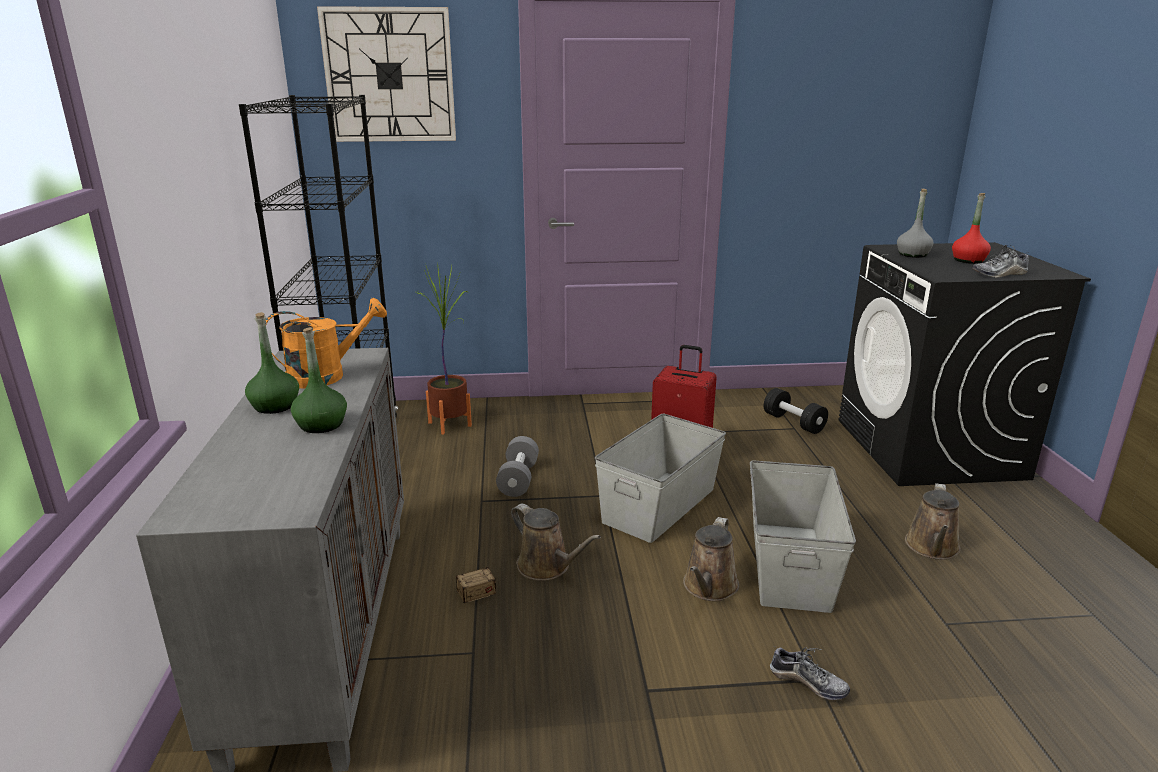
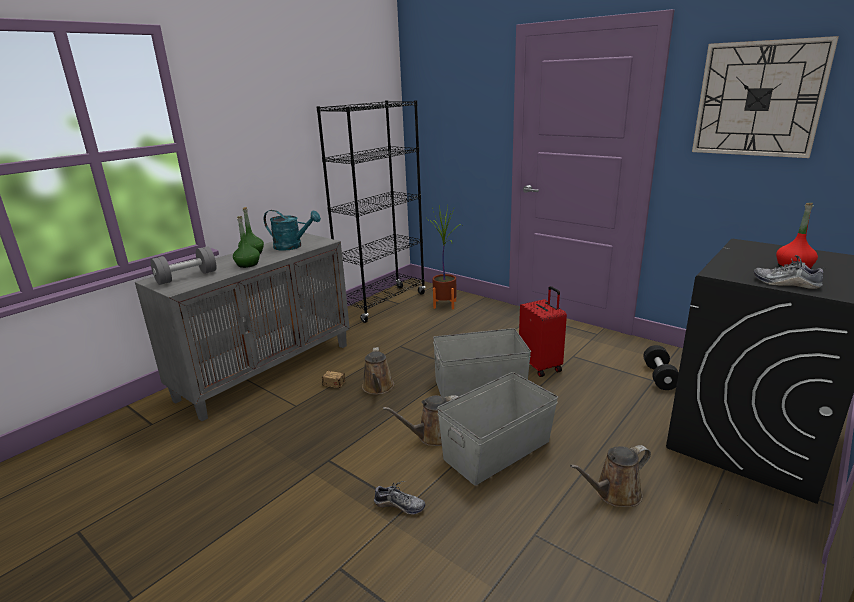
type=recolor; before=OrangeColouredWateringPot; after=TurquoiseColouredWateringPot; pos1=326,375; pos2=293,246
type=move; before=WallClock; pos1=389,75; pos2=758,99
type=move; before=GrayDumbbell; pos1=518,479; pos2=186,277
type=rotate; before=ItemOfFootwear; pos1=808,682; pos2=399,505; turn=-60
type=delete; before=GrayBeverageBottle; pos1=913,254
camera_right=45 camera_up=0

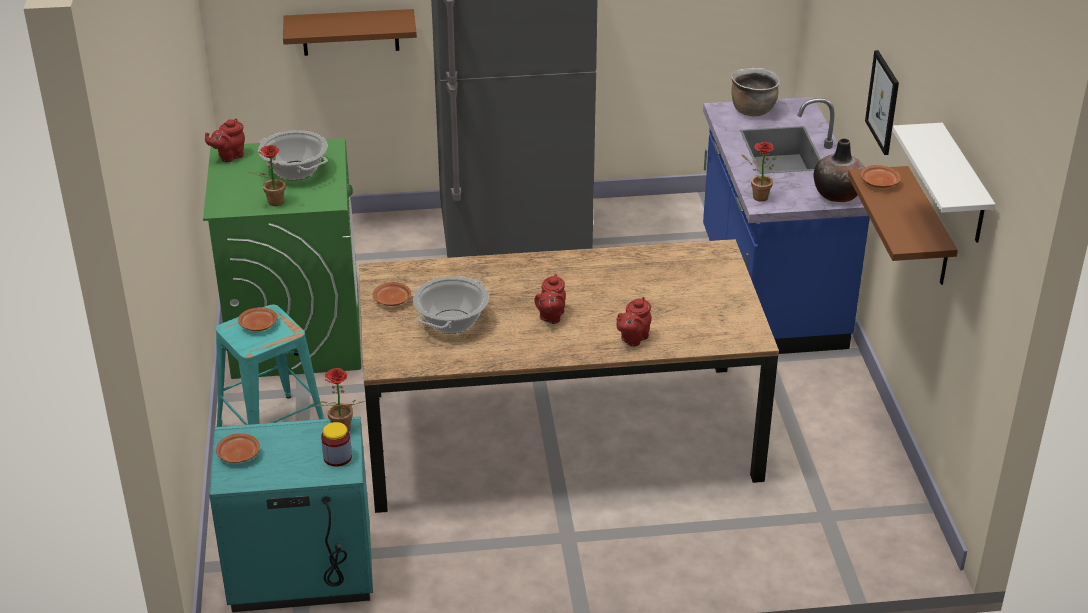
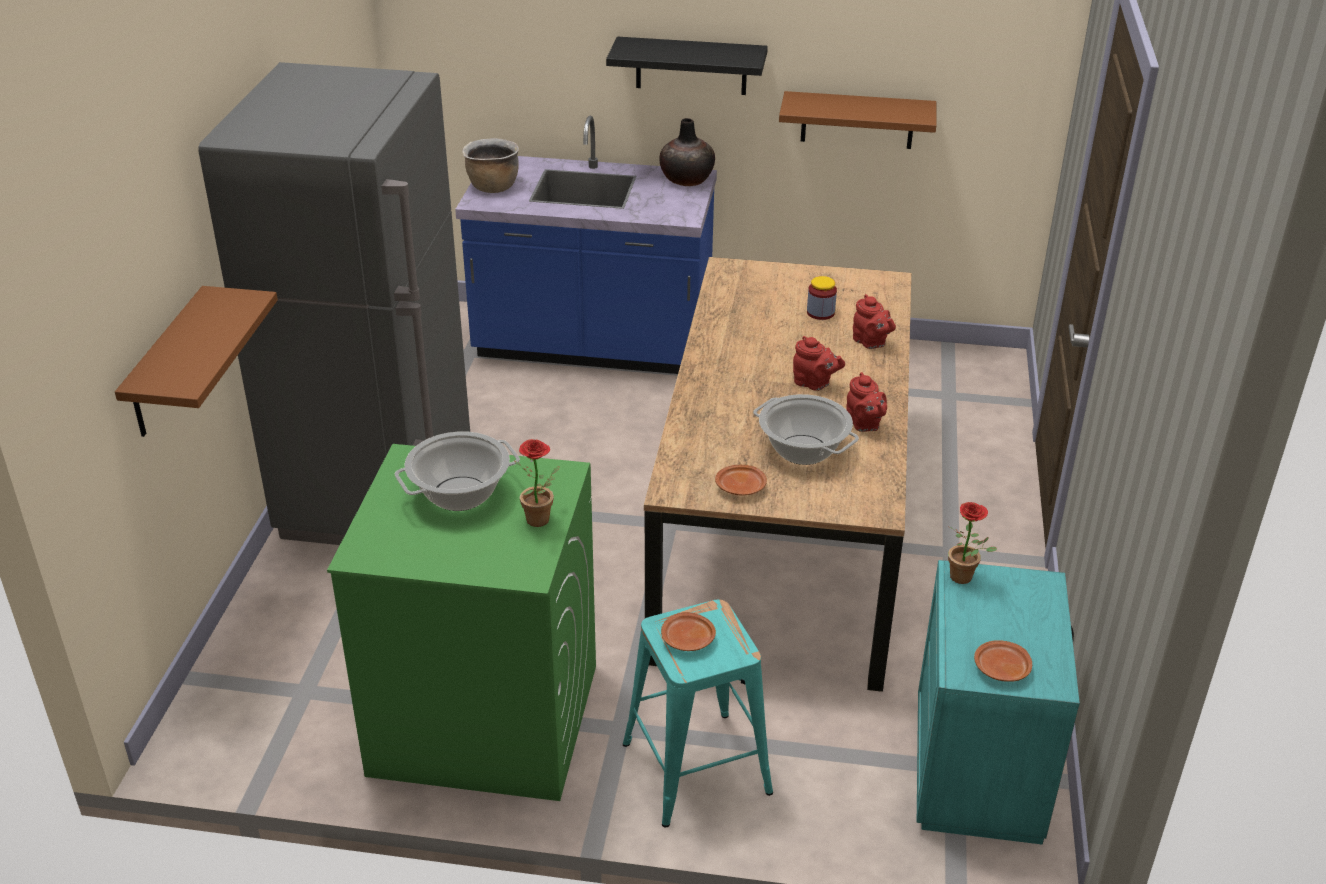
type=move; before=RedPotForTea; pos1=229,156; pos2=864,425
type=move; before=StorageJar; pos1=337,457; pos2=820,313
type=delete; before=PlantInAPot; pos1=757,197
type=delete; before=BrownColouredPlate; pos1=879,182
type=replace; before=WallPicture; after=BlackColouredBracketShelf; pos1=883,102; pos2=691,66
type=delete; before=WhitishBracketShelf; pos1=963,186
camera_right=-75 camera_up=0

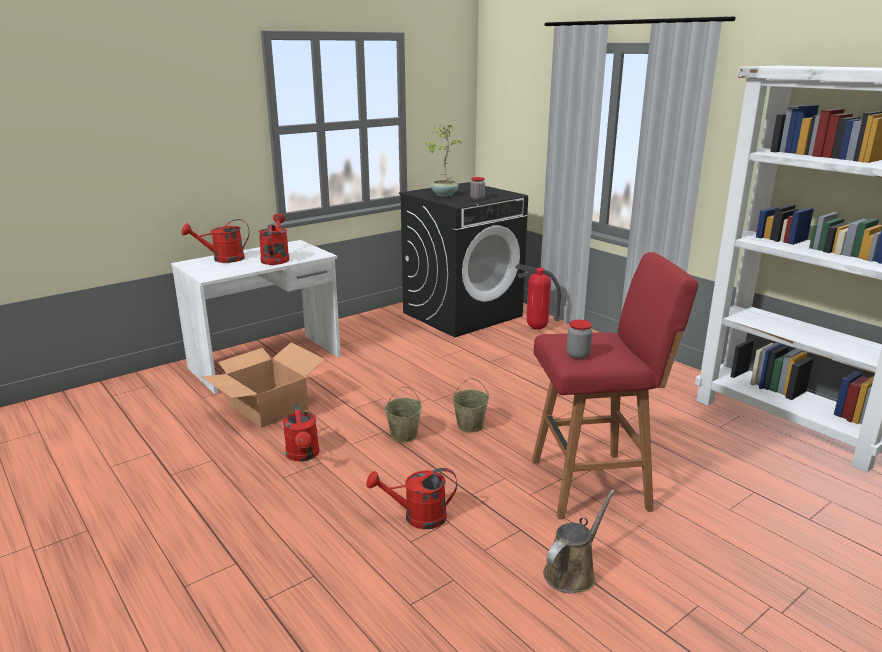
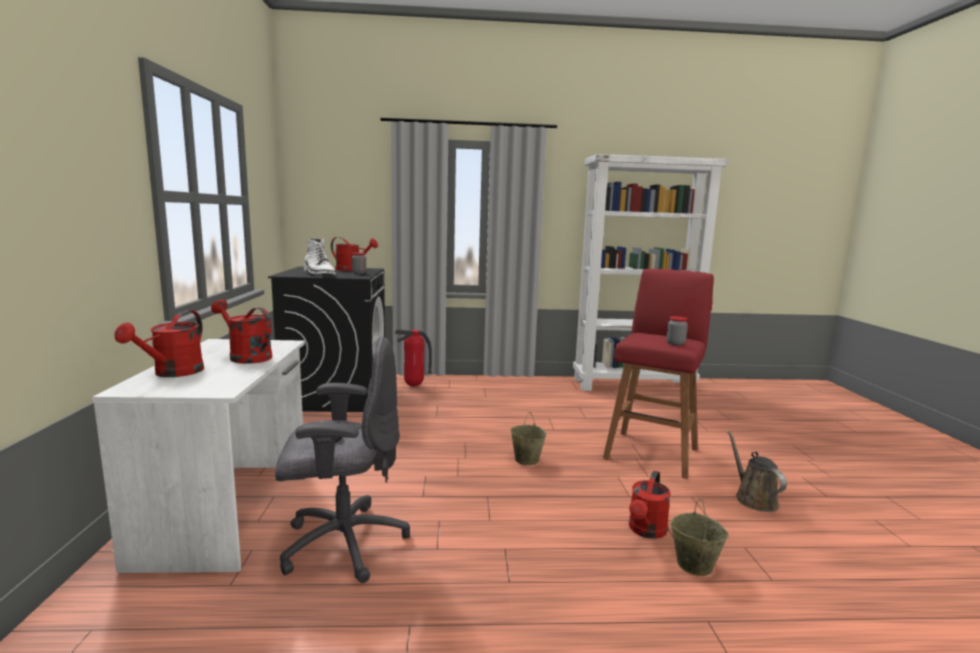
type=replace; before=Carton; after=GrayOfficeChair; pos1=268,407; pos2=342,543
type=move; before=RedWateringPot; pos1=303,455; pos2=352,270
type=move; before=BeigeColouredBucket; pos1=403,435; pos2=693,564
type=replace; before=PlantInAPot; after=WhitishTallBoot; pos1=443,195; pos2=319,274
camera_right=-55 camera_up=-10

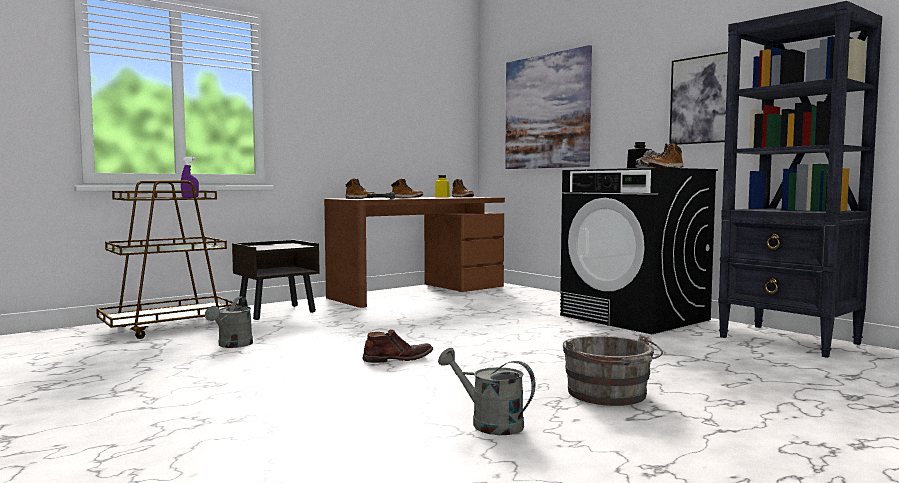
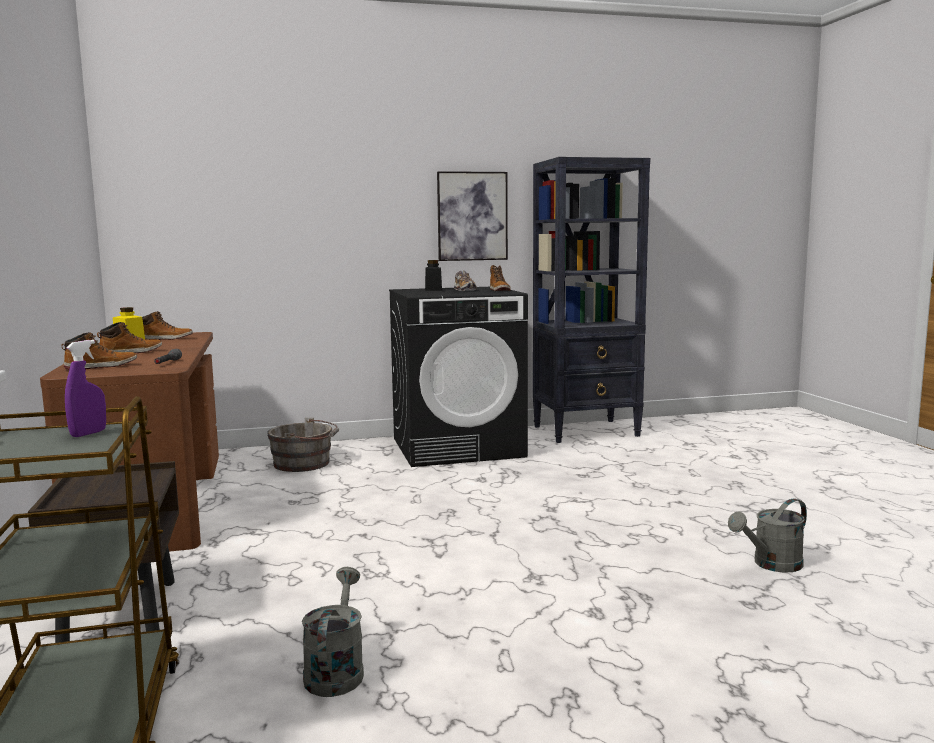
type=rotate; before=GrayWateringPot; pos1=232,345; pos2=336,670; turn=-120
type=delete; before=BrownColouredTallBoot; pos1=397,359
type=delete; before=WallPicture; pos1=547,111
type=move; before=GrayBucket; pos1=609,395; pos2=305,464
camera_right=-65 camera_up=5

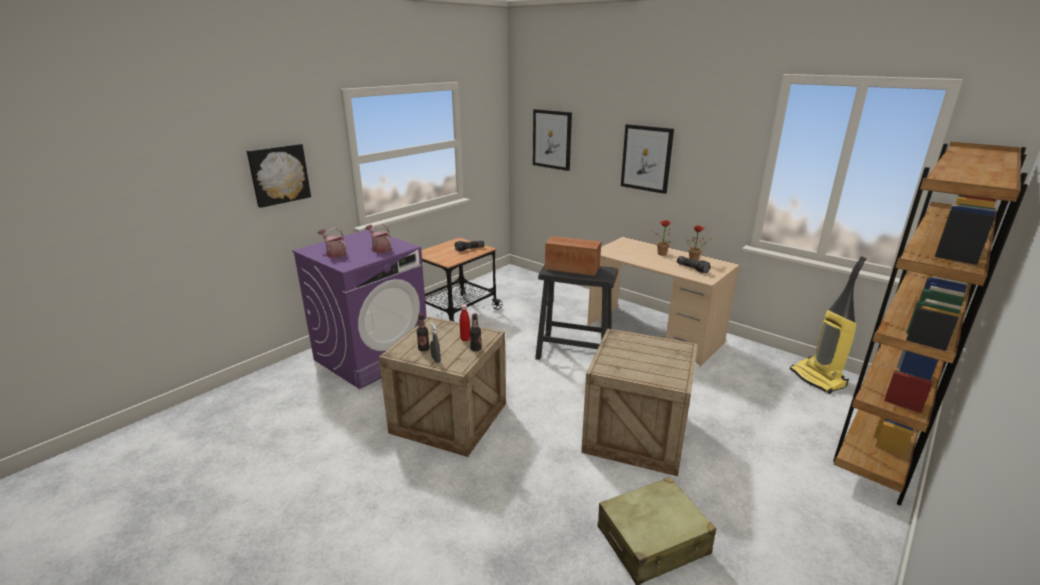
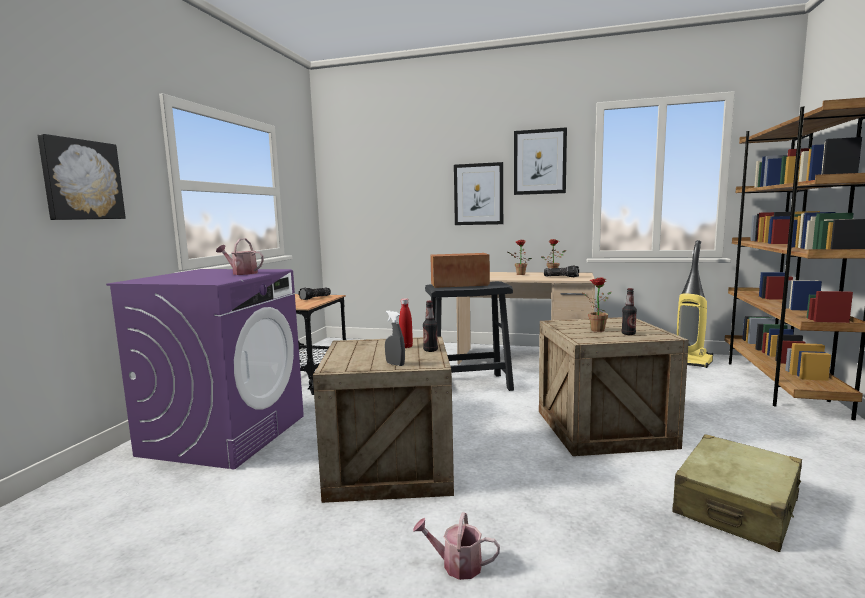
type=move; before=WateringPot; pos1=334,253; pos2=456,565
type=move; before=BeverageBottle; pos1=423,349; pos2=628,334
type=move; before=WallPicture; pos1=552,139; pos2=540,162
type=insert; after=PlantInAPot; pos2=594,329
camera_right=-25 camera_up=-15

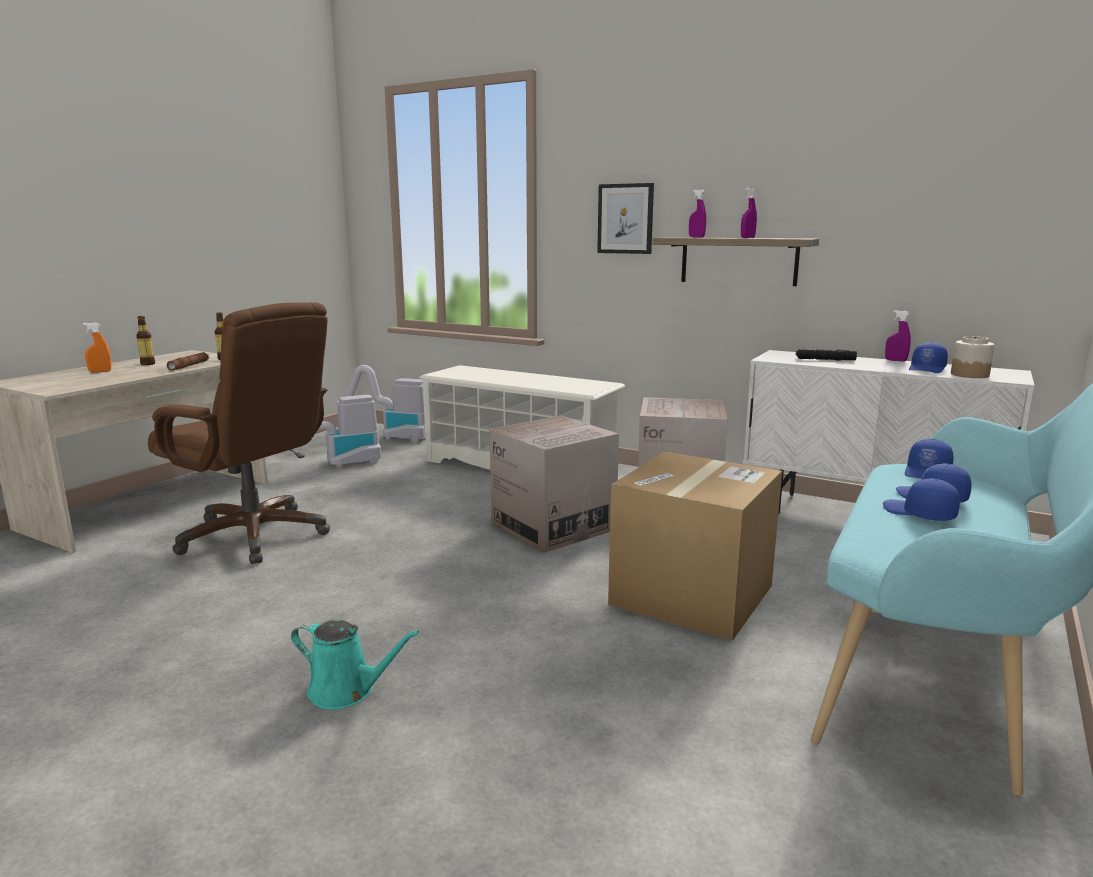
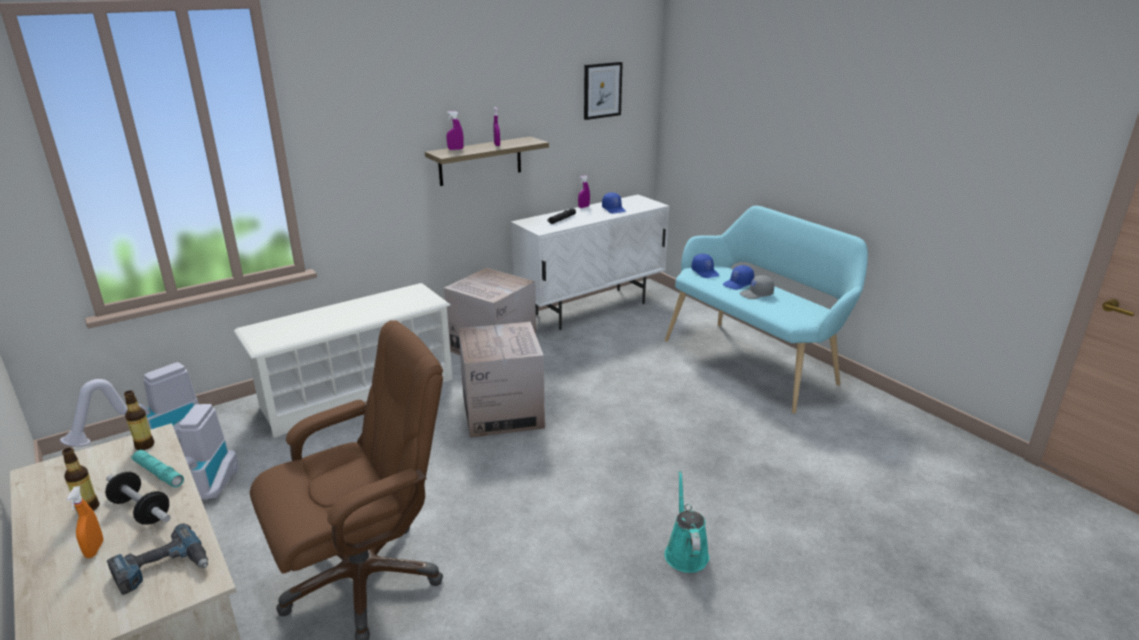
type=recolor; before=BrownColouredHandTorch; after=TurquoiseColouredHandTorch; pos1=189,366; pos2=158,473
type=rotate; before=TurquoiseColouredWateringPot; pos1=347,691; pos2=685,552; turn=-45
type=move; before=WallPicture; pos1=625,219; pos2=602,90
type=delete; before=Carton; pos1=692,595
type=recolor; before=BlueColouredCap; after=GrayCap; pos1=918,513; pos2=756,294
type=delete; before=StorageJar; pos1=969,375
type=insert; after=Dumbbell; pos2=141,510
type=insert; after=ElectricDrill; pos2=162,569
camera_right=-65 camera_up=10

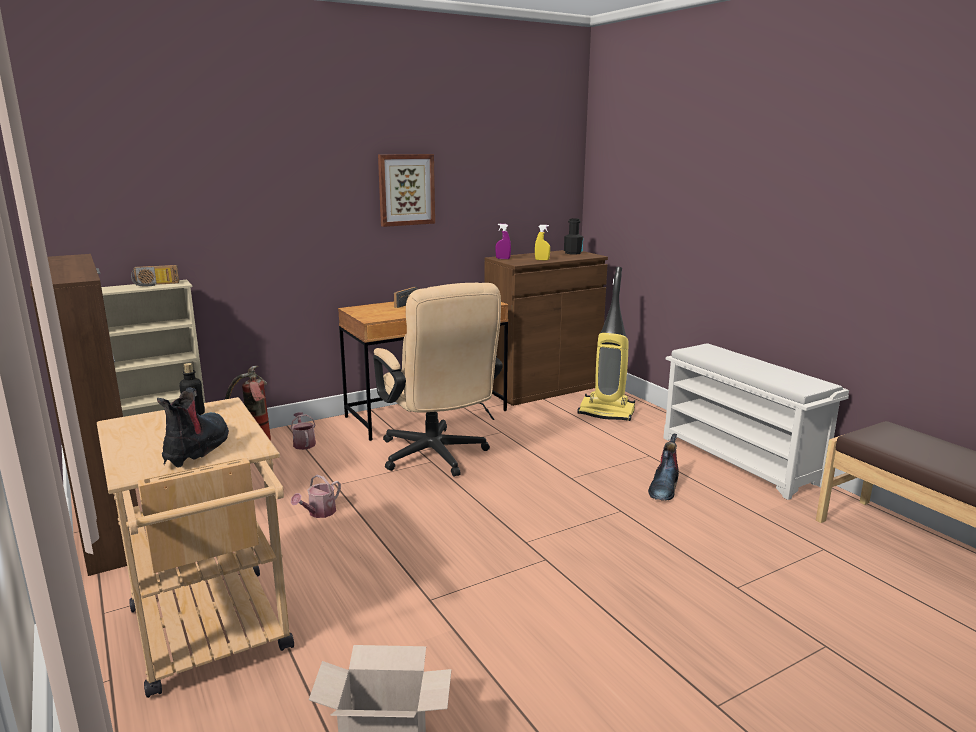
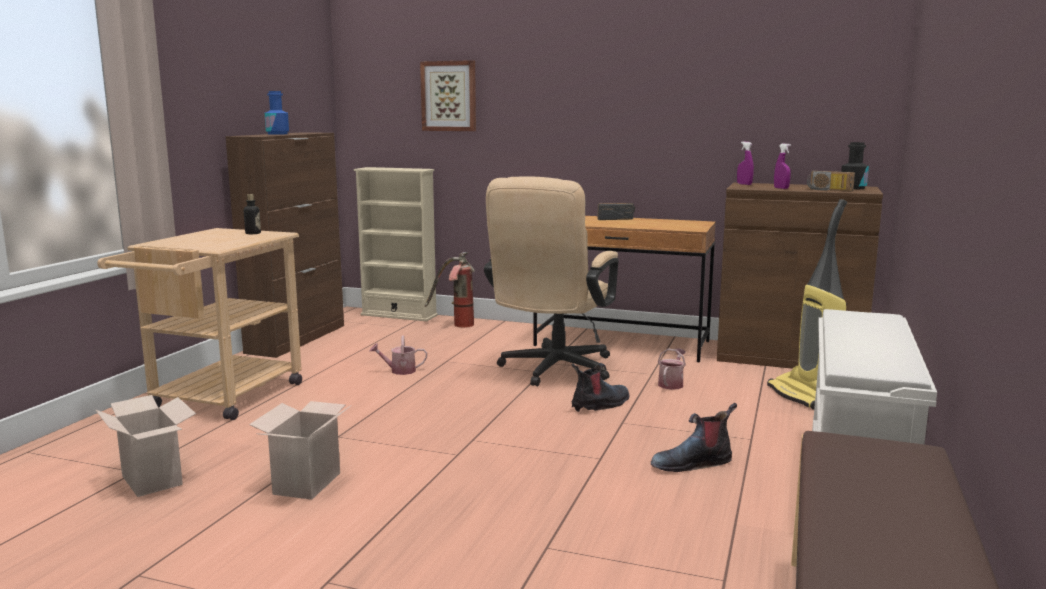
type=move; before=RadioSet; pos1=155,284; pos2=828,190
type=move; before=TallBoot; pos1=198,448; pos2=600,405
type=move; before=WateringPot; pos1=303,443; pos2=671,383
type=move; before=WallPicture; pos1=406,189; pos2=449,96
type=recolor; before=YellowColouredSprayBottle; after=PurpleColouredSprayBottle; pos1=542,260; pos2=781,188
type=insert; after=Carton; pos2=306,482
type=insert; after=BlueColouredBeverageBottle; pos2=277,134
camera_right=50 camera_up=-5

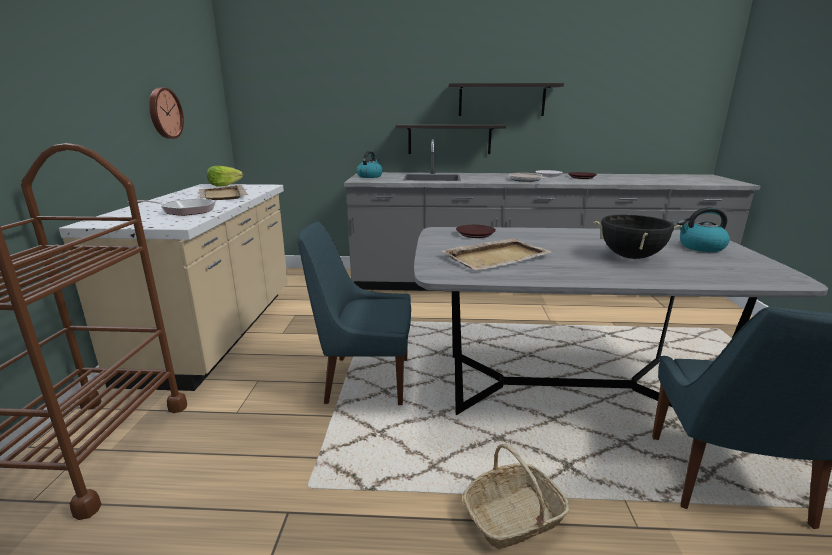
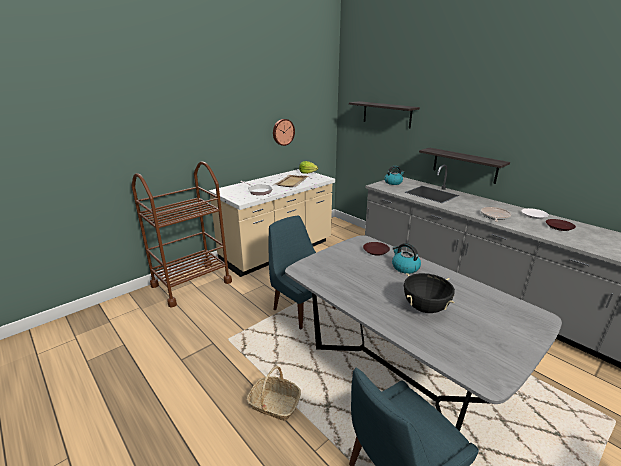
type=delete; before=BeigeColouredTray; pos1=497,257
type=move; before=BracketShelf; pos1=501,100; pos2=386,114
type=move; before=TeaKettle; pos1=700,247; pos2=405,267
camera_right=45 camera_up=5

